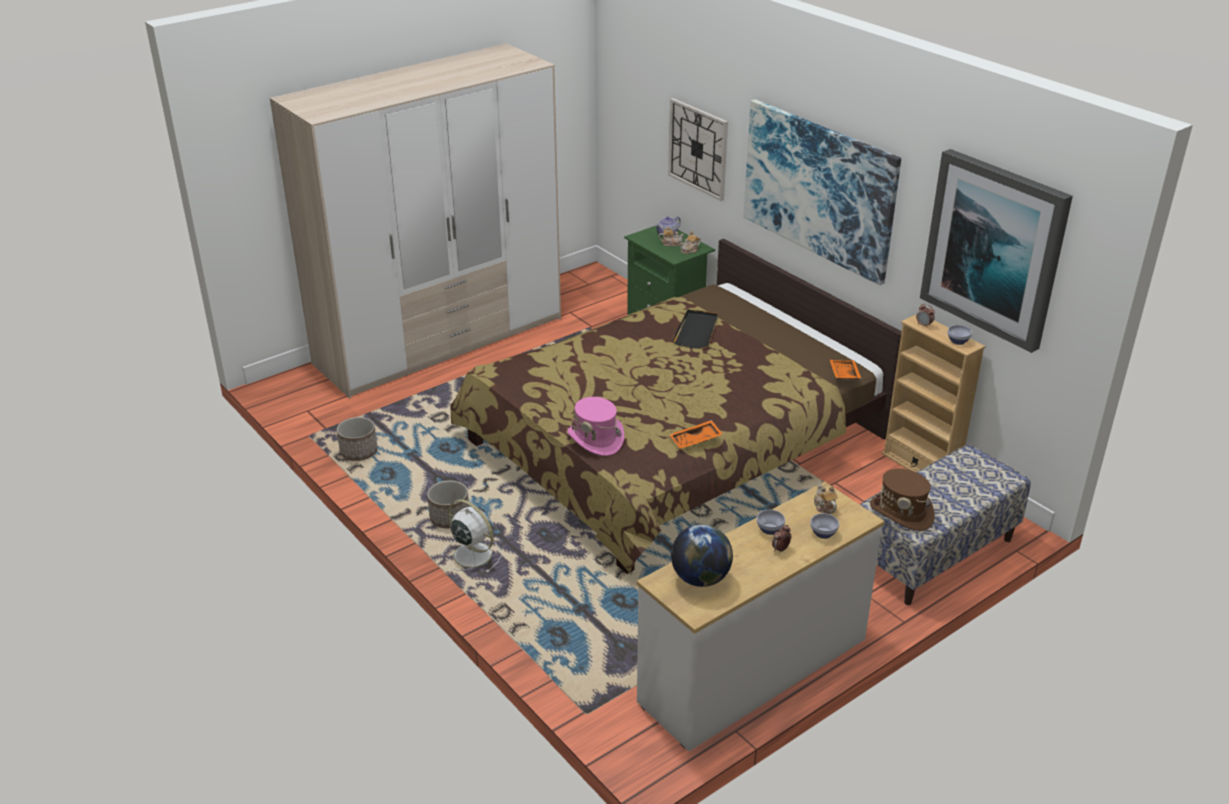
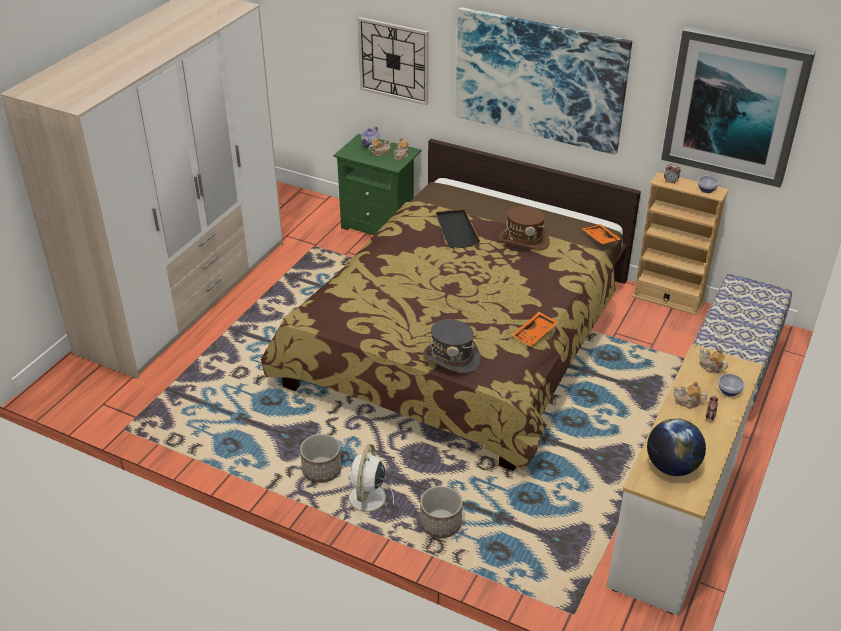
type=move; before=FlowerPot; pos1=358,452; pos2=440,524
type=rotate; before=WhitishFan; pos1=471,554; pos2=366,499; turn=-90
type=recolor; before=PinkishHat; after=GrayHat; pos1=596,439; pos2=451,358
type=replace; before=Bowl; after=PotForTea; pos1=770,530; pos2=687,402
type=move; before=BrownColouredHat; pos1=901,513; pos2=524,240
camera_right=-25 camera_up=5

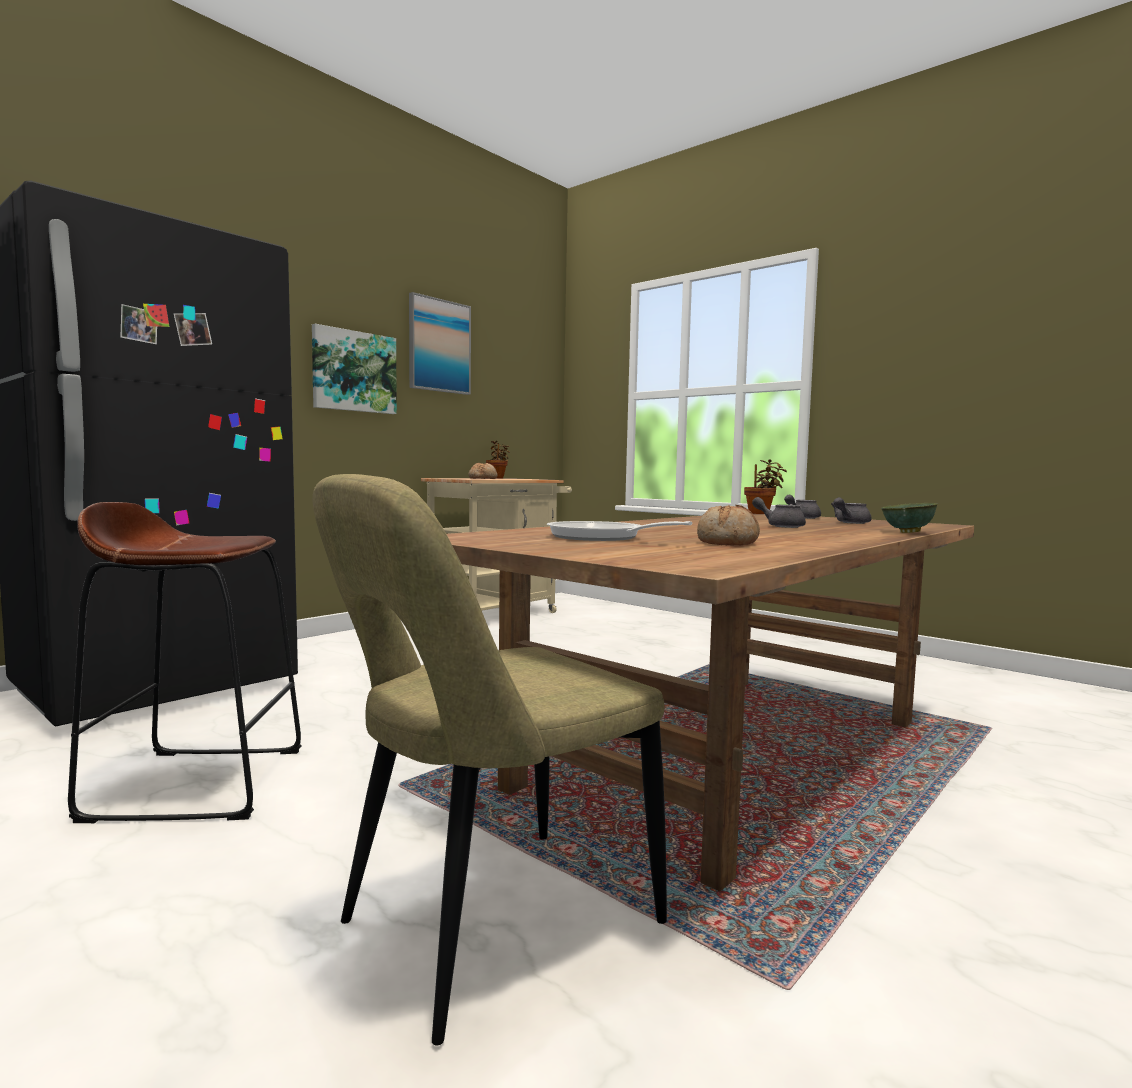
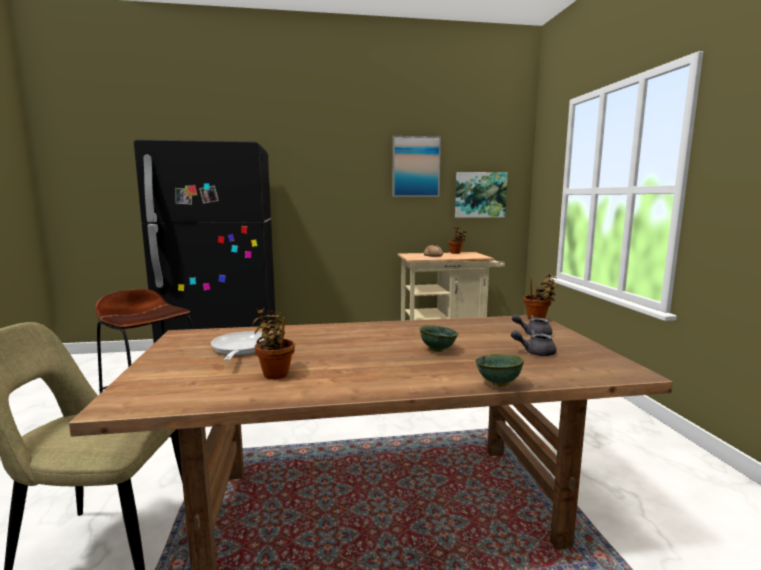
type=move; before=WallPicture; pos1=354,371; pos2=480,195
type=replace; before=Bread; after=PlantInAPot; pos1=729,542; pos2=275,373
type=replace; before=GrayPotForTea; after=GreenBowl; pos1=780,526; pos2=437,350
camera_right=40 camera_up=5

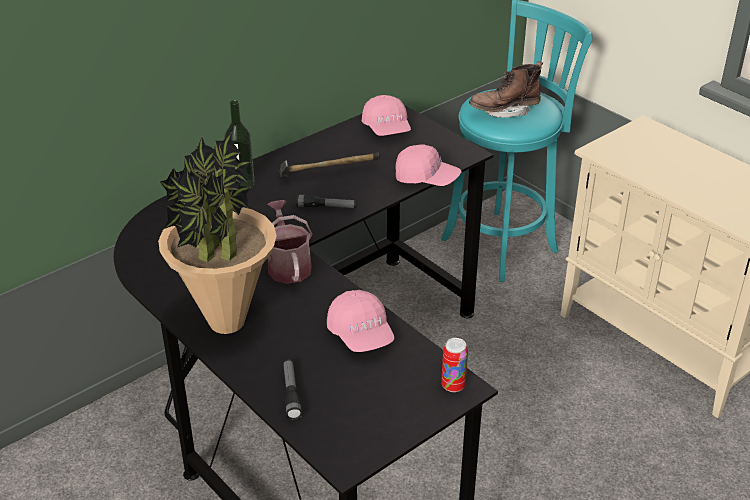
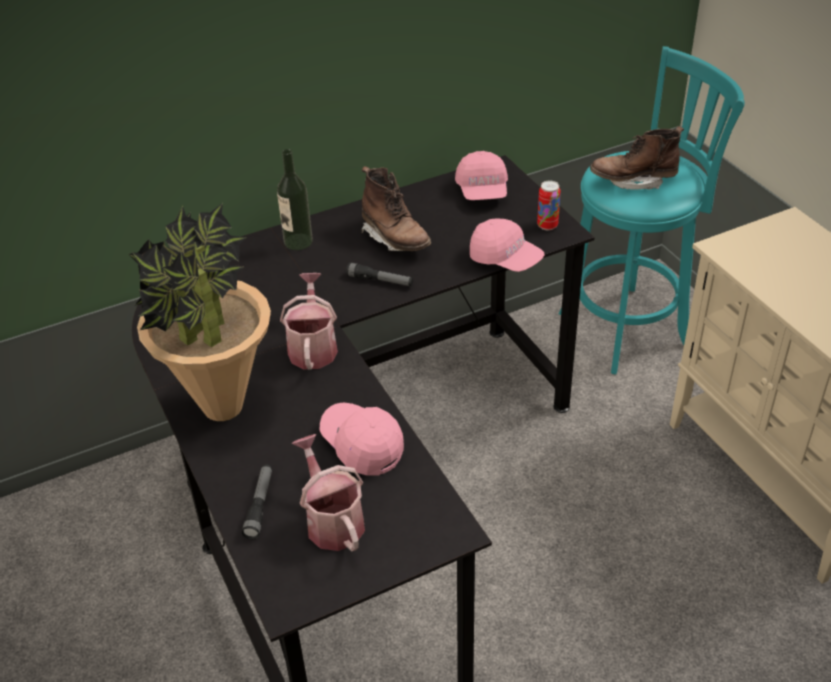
type=replace; before=HandHammer; after=BrownColouredTallBoot; pos1=327,173; pos2=395,239
type=rotate; before=PinkishCap; pos1=361,335; pos2=361,445; turn=150
type=move; before=MetalCan; pos1=453,385; pos2=547,225
type=insert; after=WateringPot; pos2=332,520
camera_right=15 camera_up=5

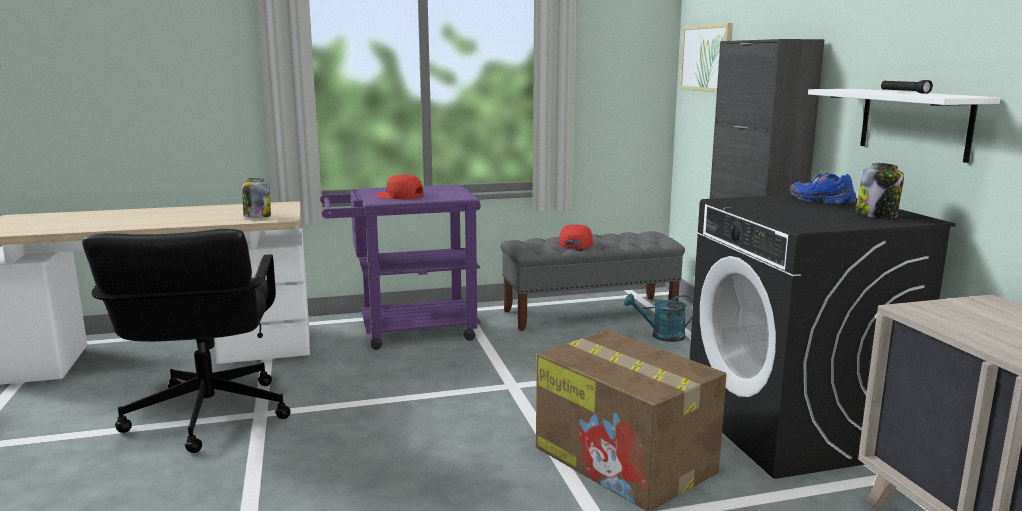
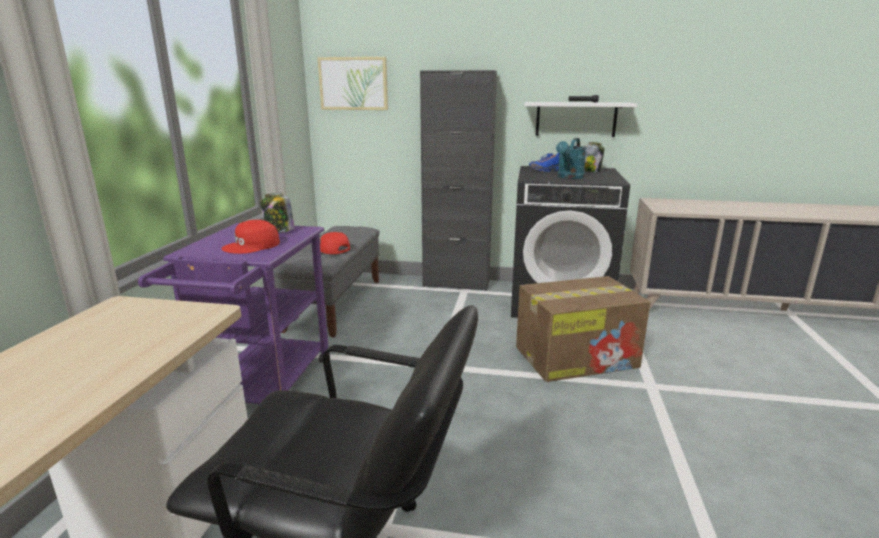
type=move; before=StorageJar; pos1=257,217; pos2=279,231
type=move; before=TurquoiseColouredWateringPot; pos1=661,336; pos2=569,177
camera_right=-65 camera_up=5

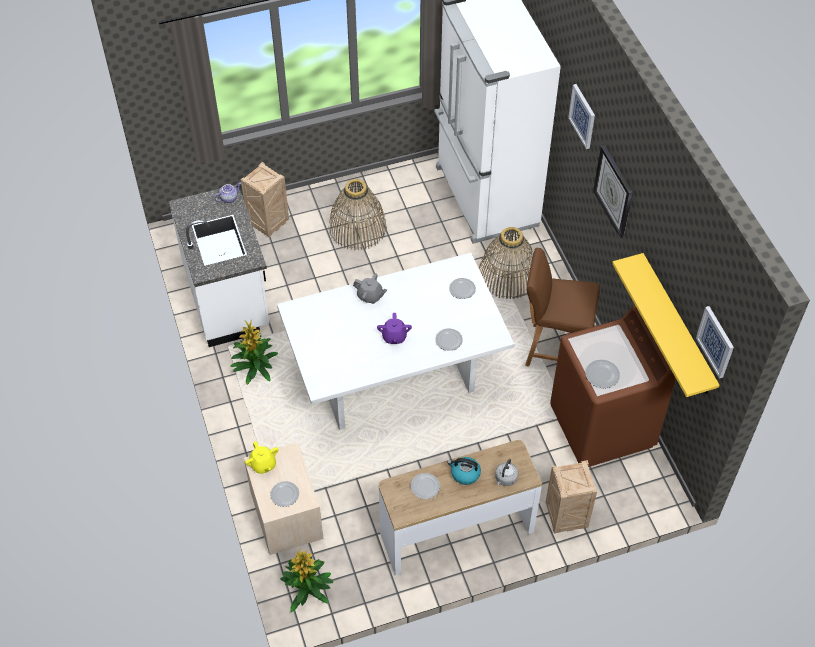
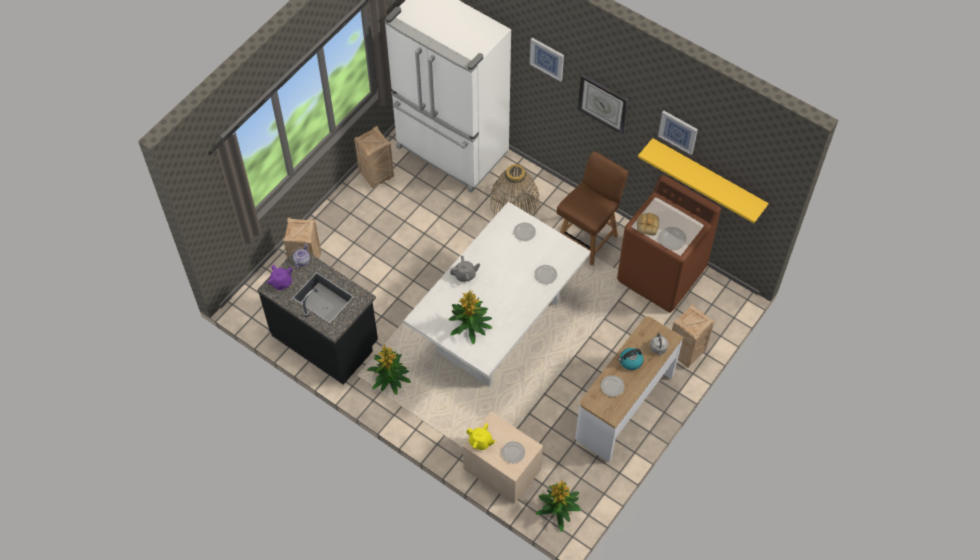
type=recolor; before=WhitishCounter; after=BlackColouredCounter; pos1=228,298; pos2=326,339
type=delete; before=HouseholdBasket; pos1=357,228
type=move; before=PurpleColouredPotForTea; pos1=394,337; pos2=281,283
type=rotate; before=BrownColouredChair; pos1=554,349; pos2=588,238; turn=150
type=move; before=WallPicture; pos1=716,341; pos2=678,132
type=insert; after=PackingCrate; pos2=376,175
type=insert; after=PlantInAPot; pos2=470,326
type=insert; after=Bread; pos2=647,225
camera_right=-35 camera_up=5

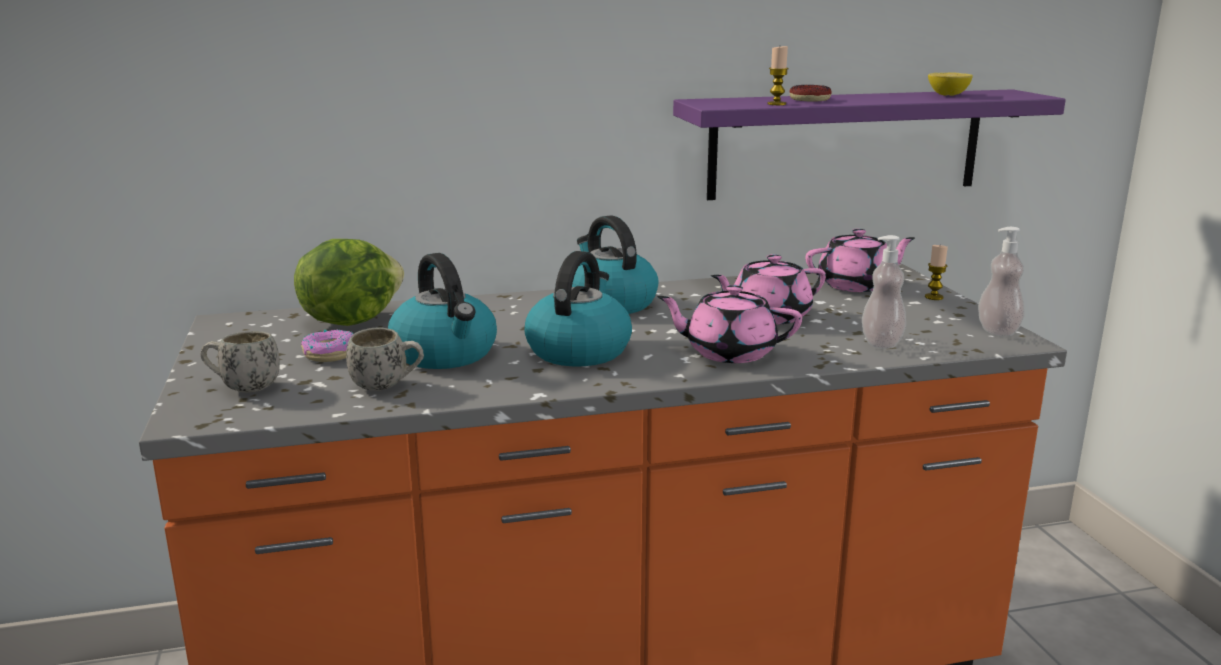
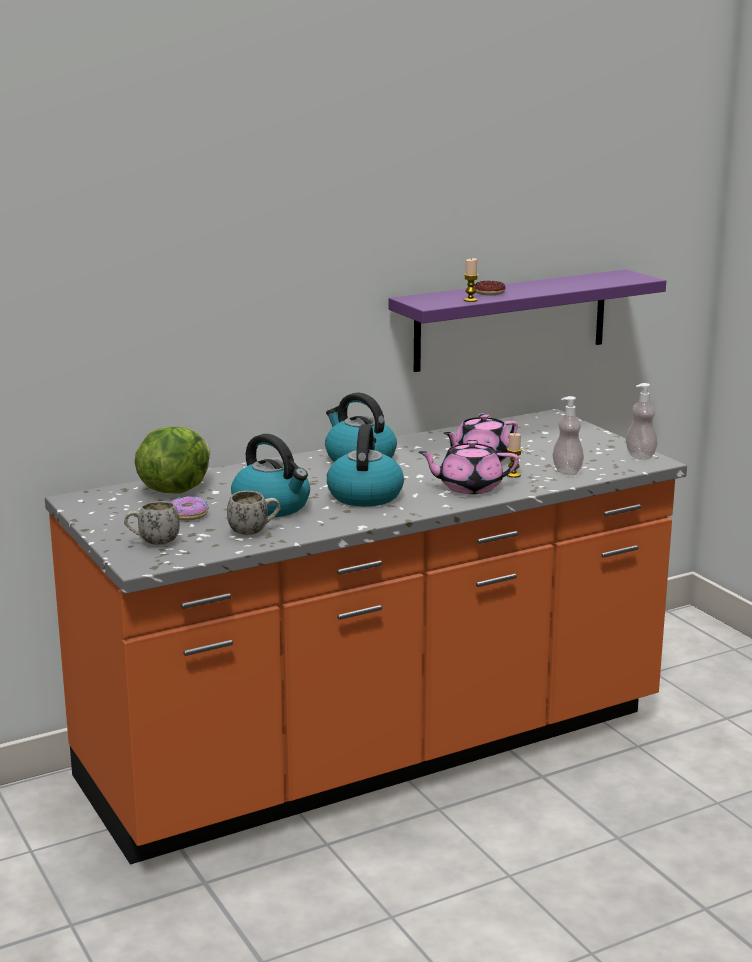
type=delete; before=PinkishPotForTea; pos1=856,285
type=move; before=WaxLight; pos1=933,297; pos2=513,475
type=delete; before=WholeLemon; pos1=948,95
camera_right=-15 camera_up=0

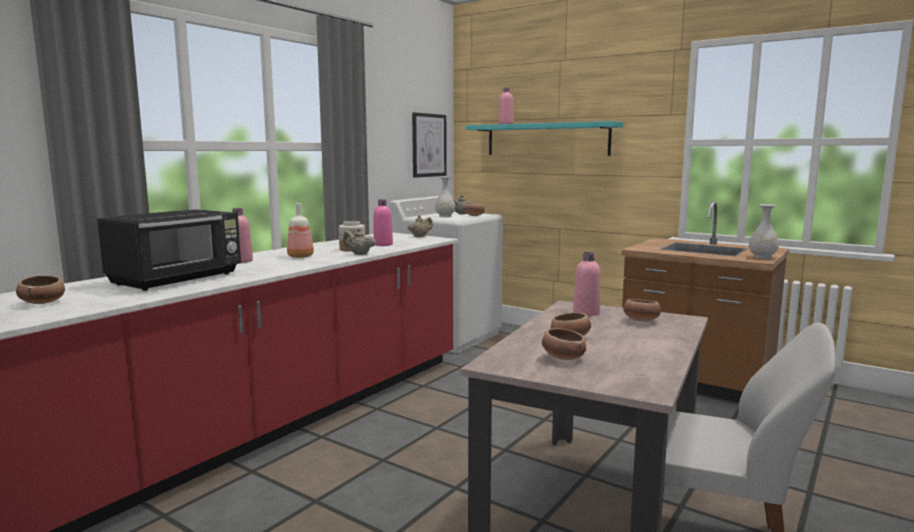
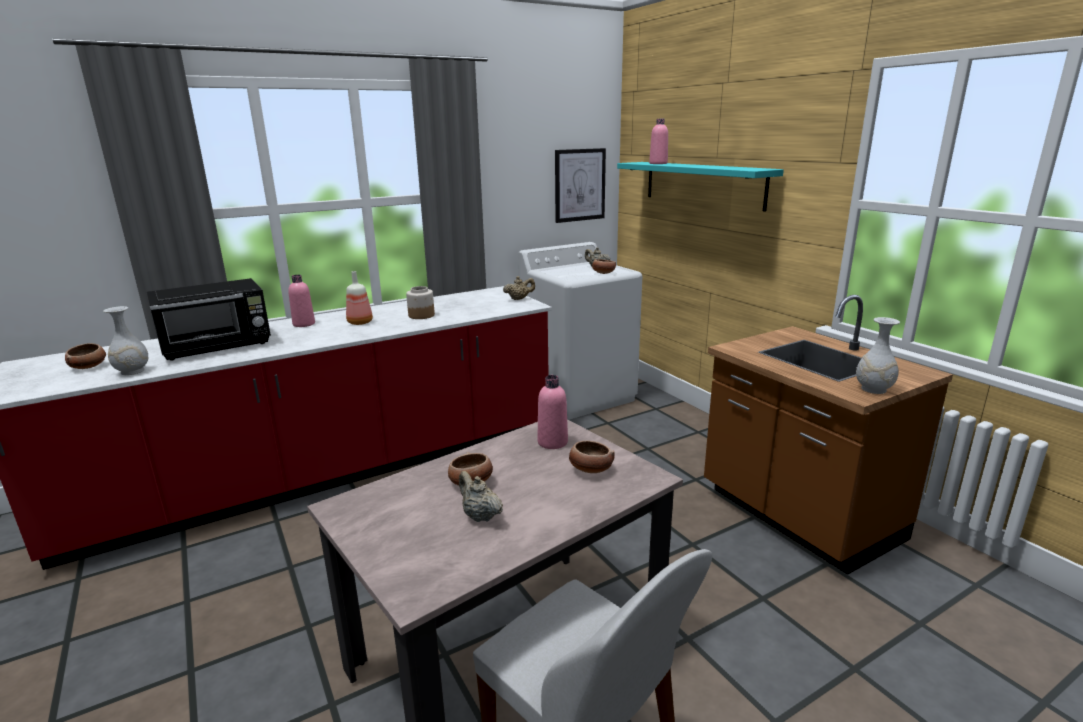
type=move; before=BeigeColouredPotForTea; pos1=359,254; pos2=480,516
type=delete; before=PinkishBeverageBottle; pos1=383,244
type=move; before=WhitishFlowerVase; pos1=445,216; pos2=132,371
type=delete; before=Bowl; pos1=563,358
camera_right=25 camera_up=10

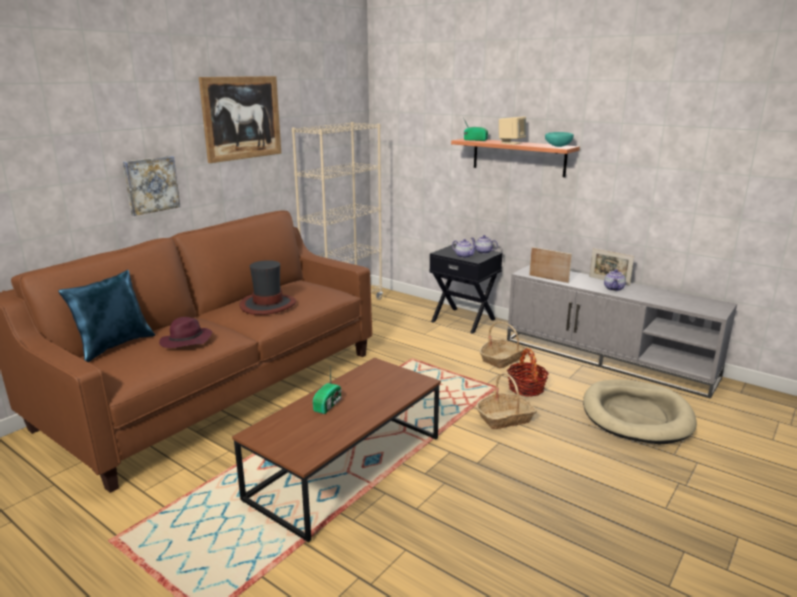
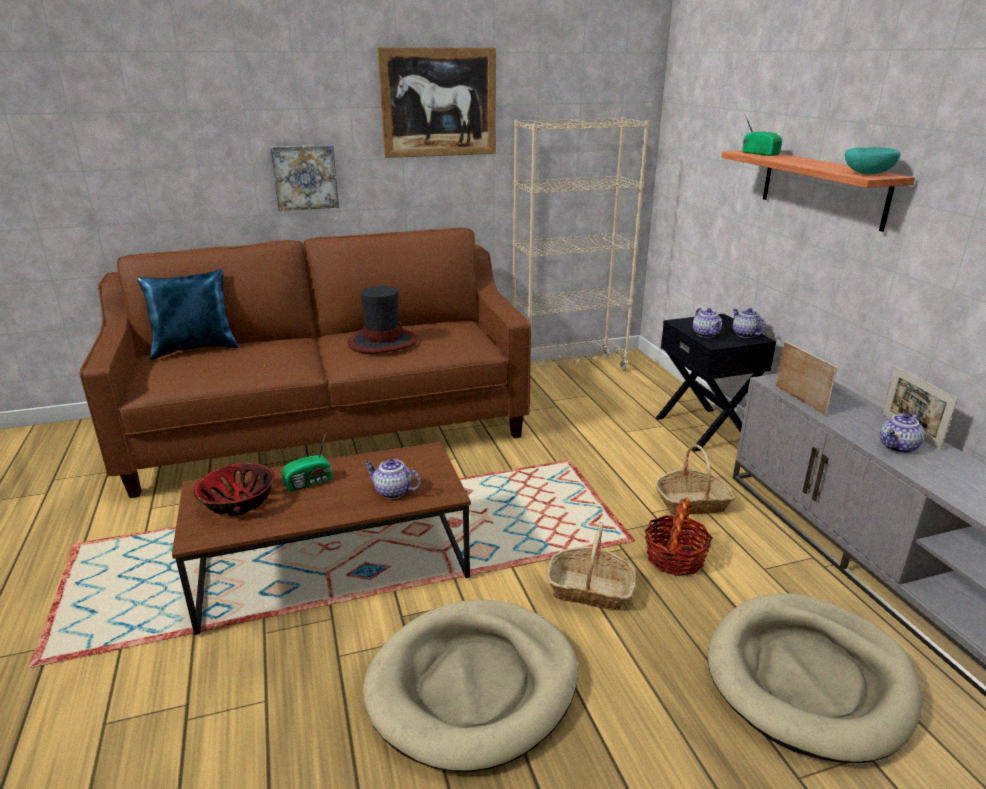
type=delete; before=PurpleColouredHat; pos1=186,341
type=delete; before=BeigeColouredLoudspeaker; pos1=511,143
type=insert; after=Bowl; pos2=237,503
type=insert; after=BeigeColouredDogCushion; pos2=473,685
type=insert; after=PotForTea; pos2=392,491
camera_right=35 camera_up=5

